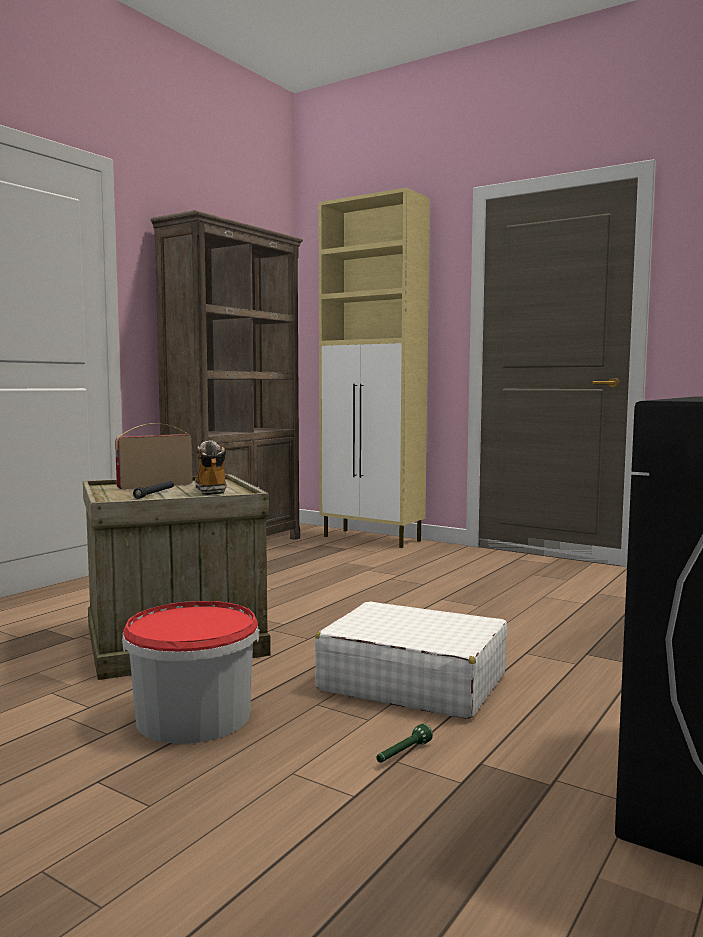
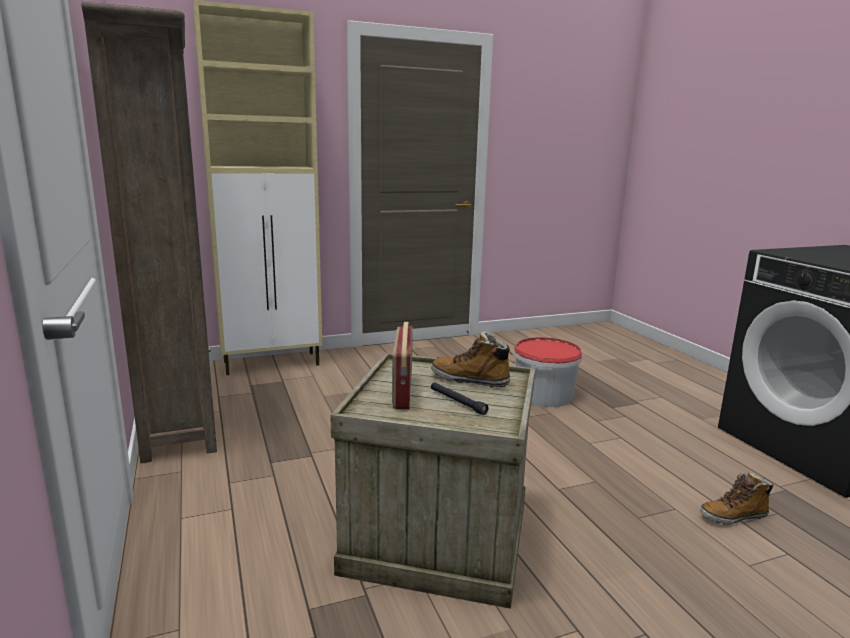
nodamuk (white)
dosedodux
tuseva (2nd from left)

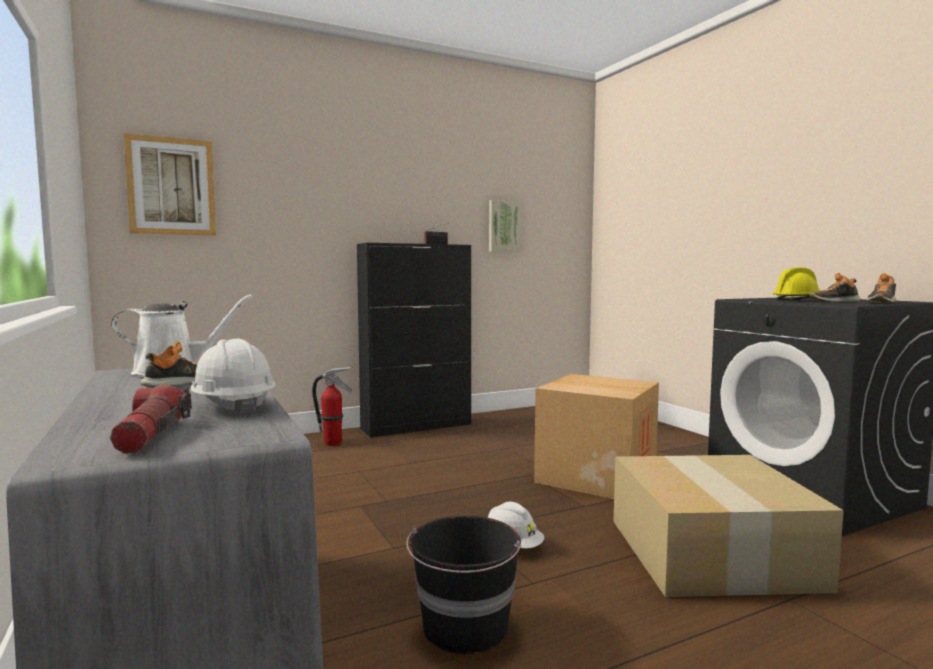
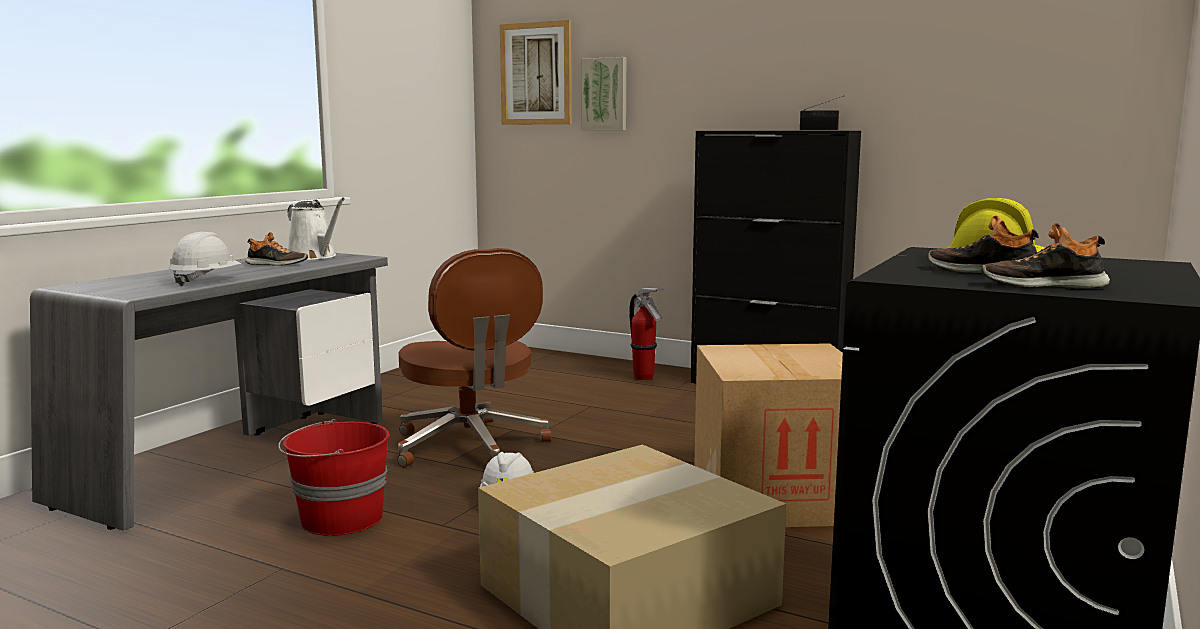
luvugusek
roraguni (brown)
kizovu (2nd from left)
dosedodux (red)

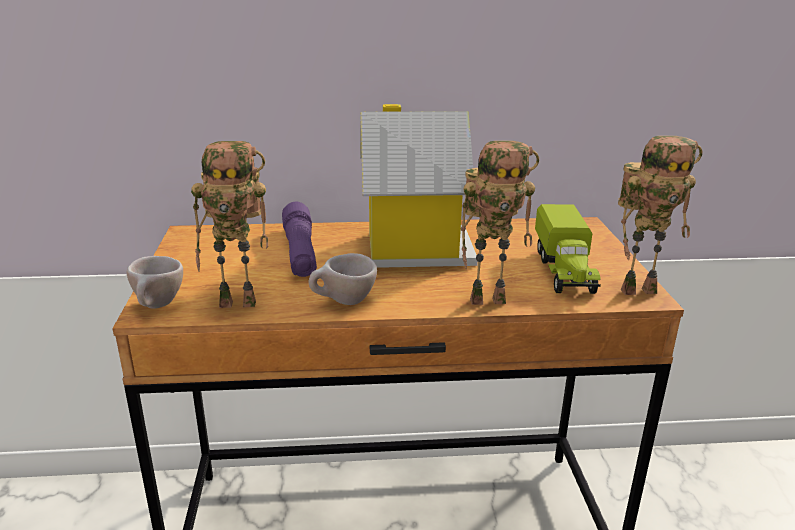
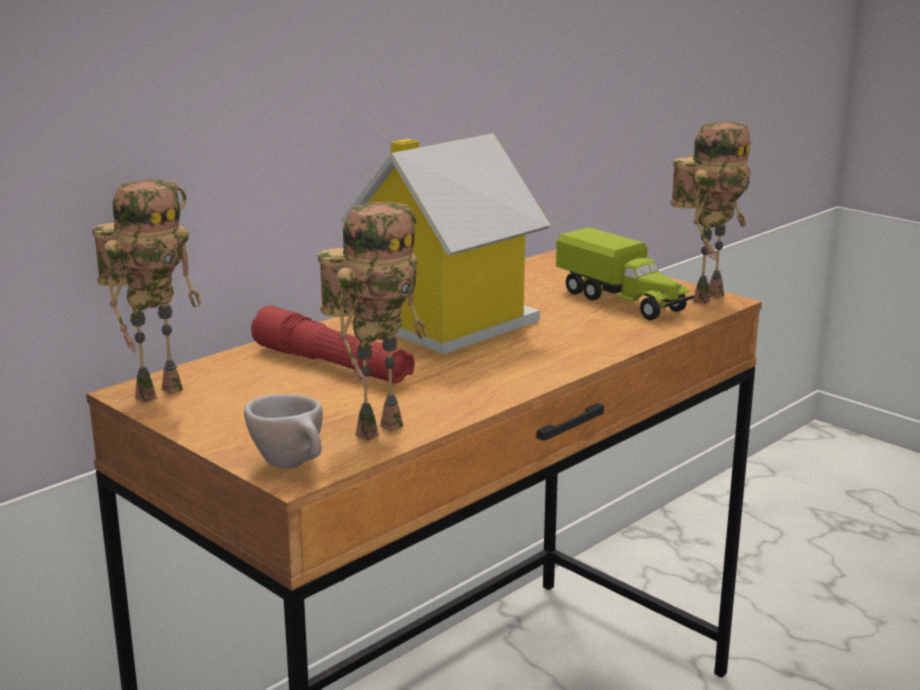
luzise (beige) (2nd from left in the first image)
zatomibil (1st from left)
luvugusek (red)

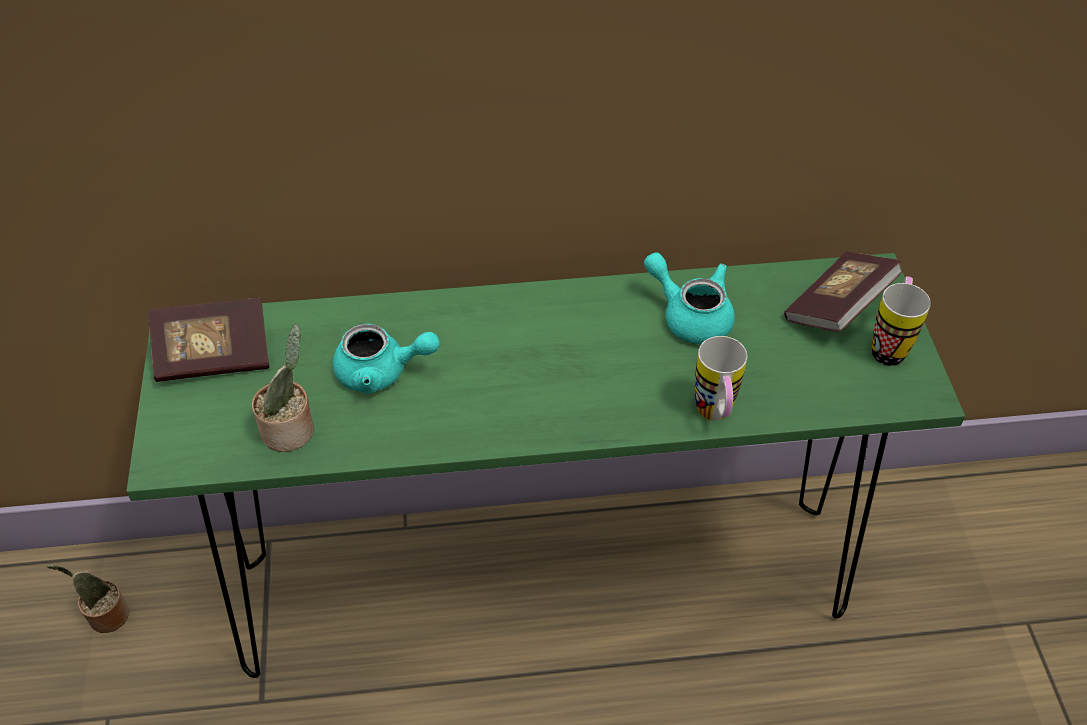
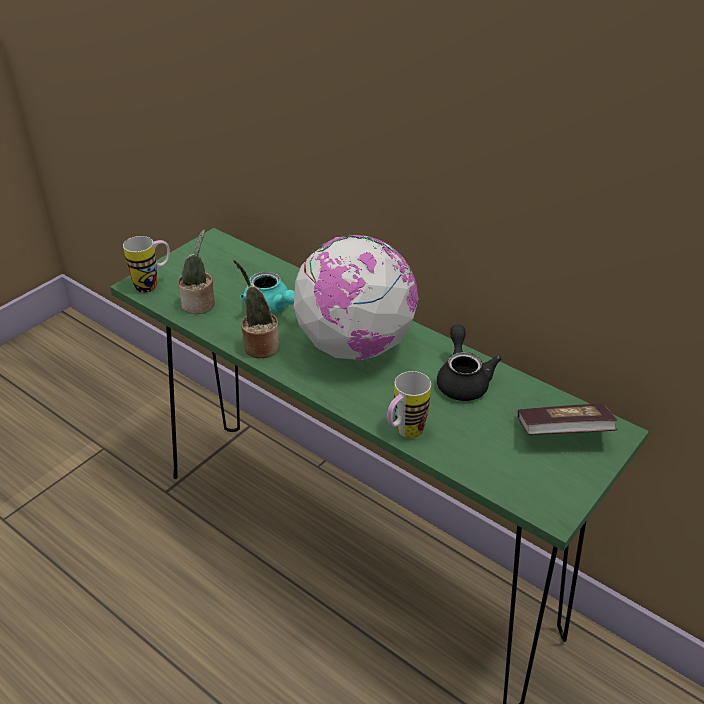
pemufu (1st from left in the first image)
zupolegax
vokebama (2nd from left)
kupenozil (1st from left)
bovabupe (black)

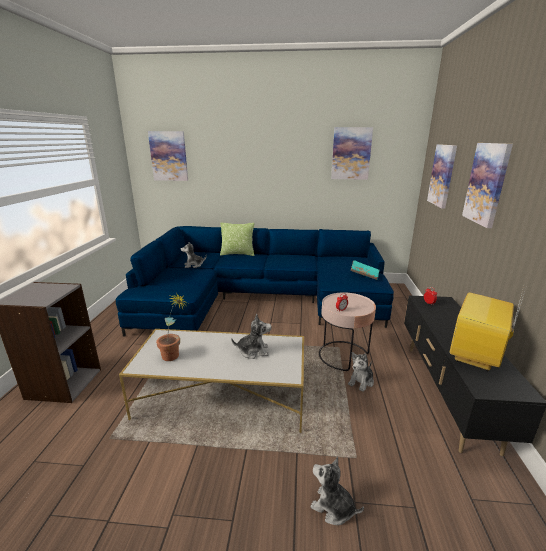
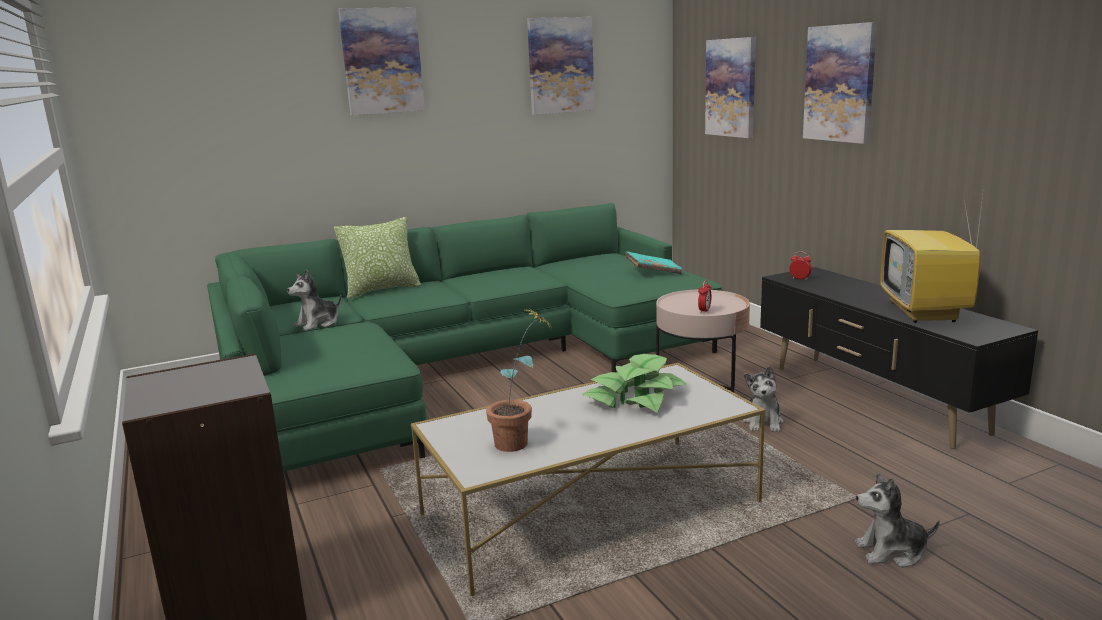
kizovu (1st from left)
vokebama (2nd from left)
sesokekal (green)

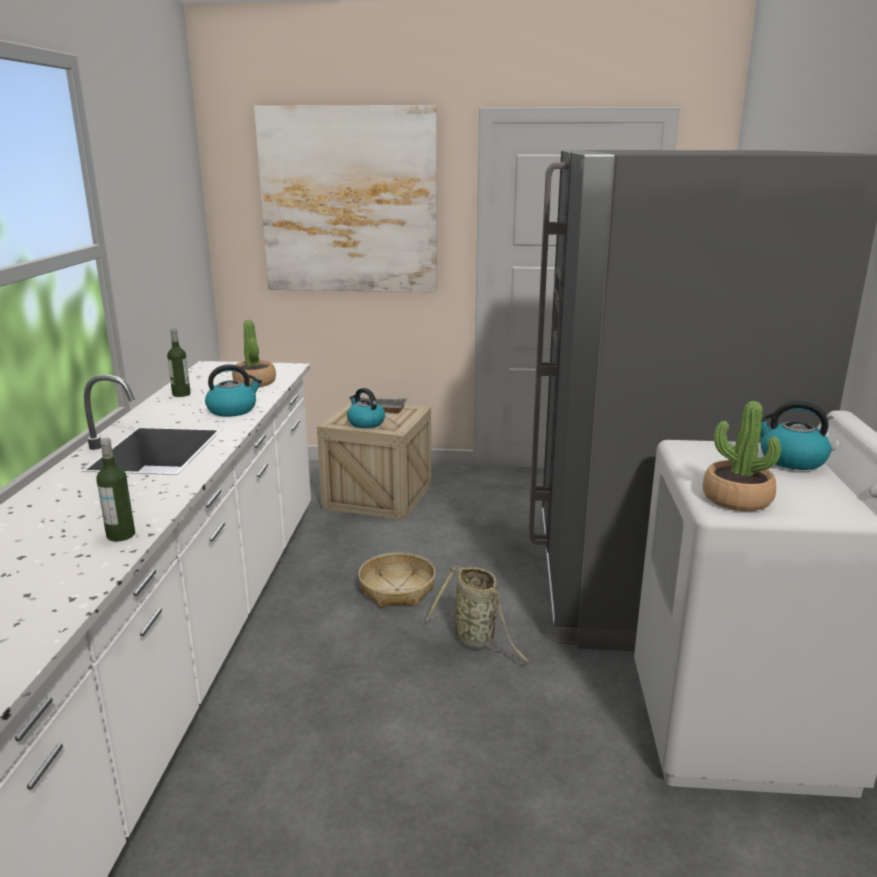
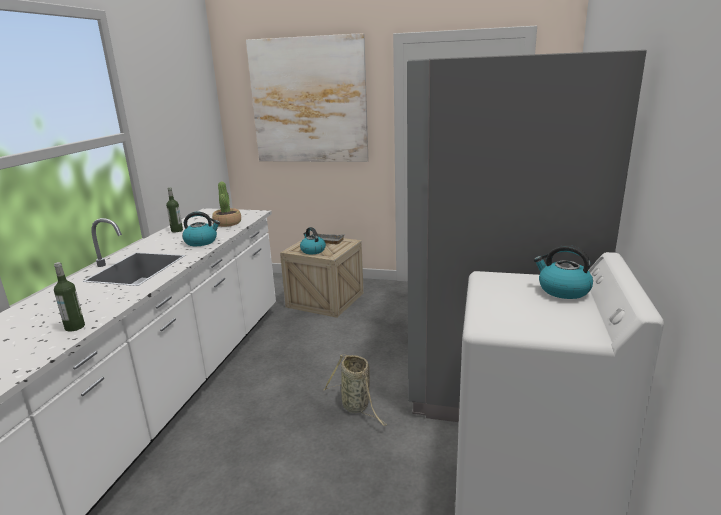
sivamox (1st from left in the first image)
vokebama (2nd from left in the first image)

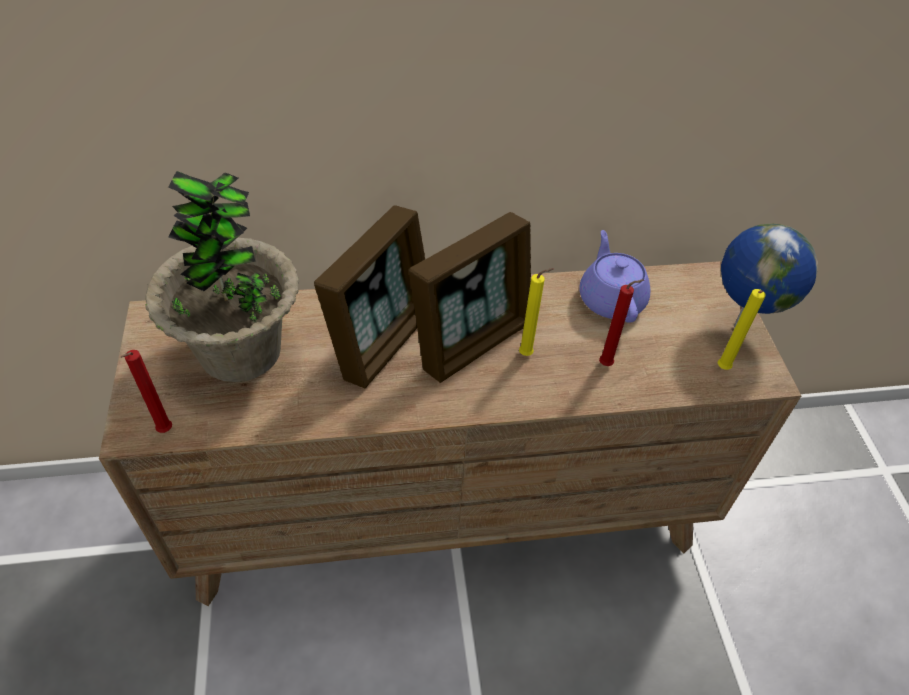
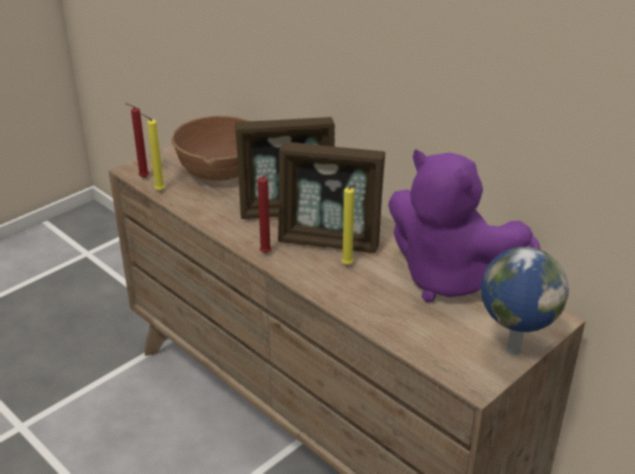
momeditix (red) (2nd from left)
momeditix (yellow) (1st from left)
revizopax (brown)
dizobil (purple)

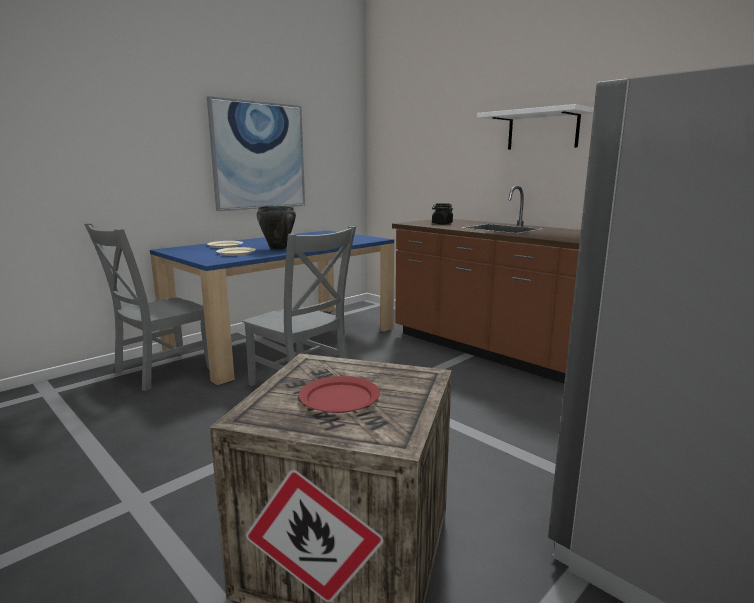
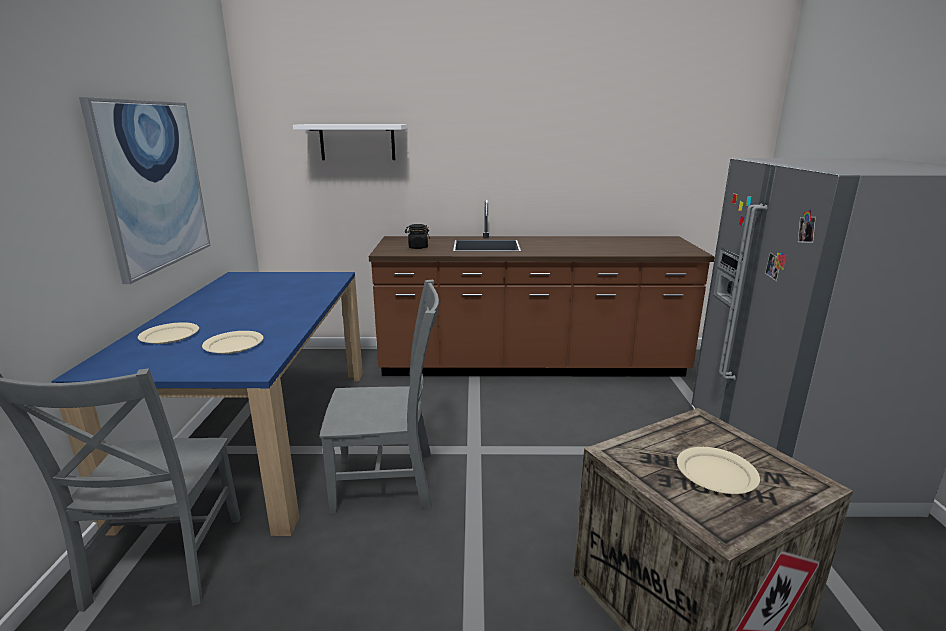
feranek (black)
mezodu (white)
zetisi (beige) (3rd from left)

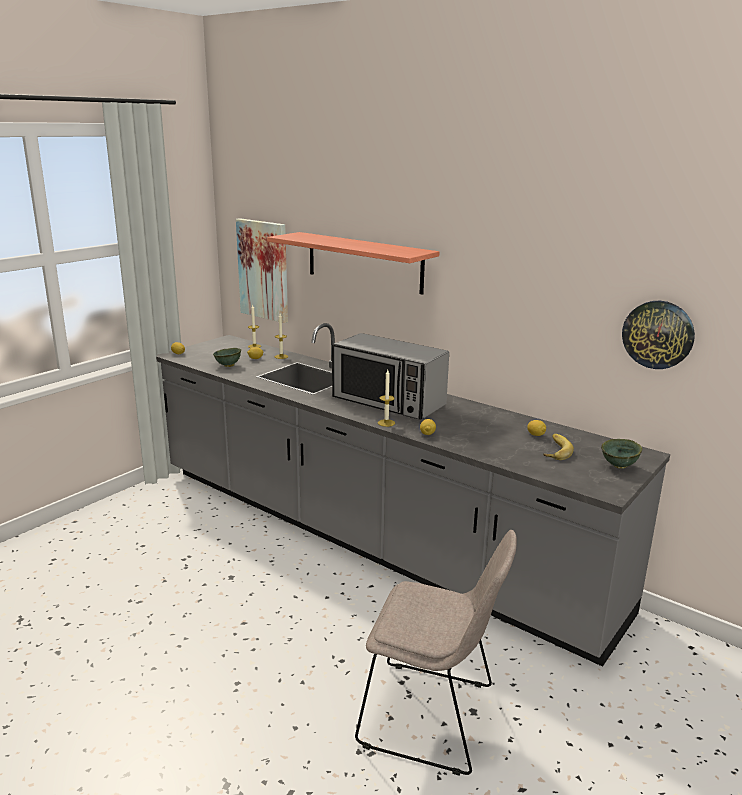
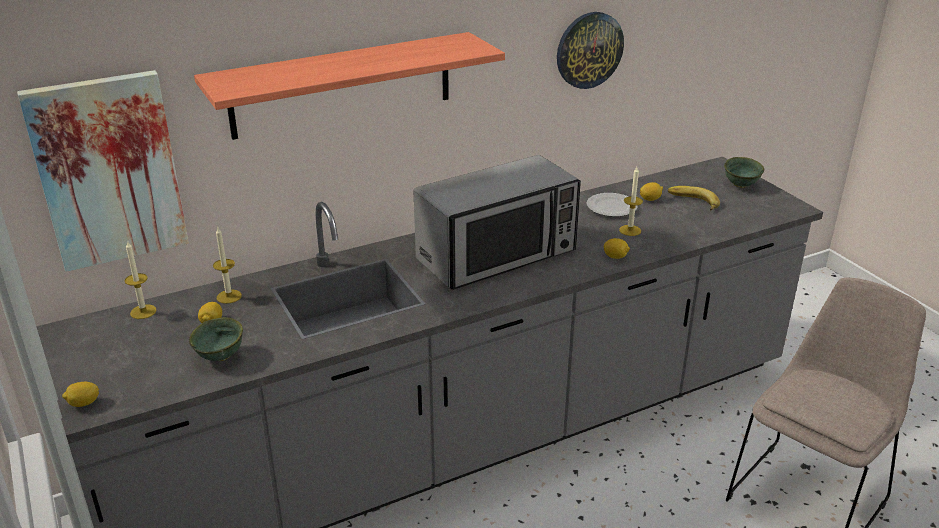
zetisi
momeditix (3rd from left)
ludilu

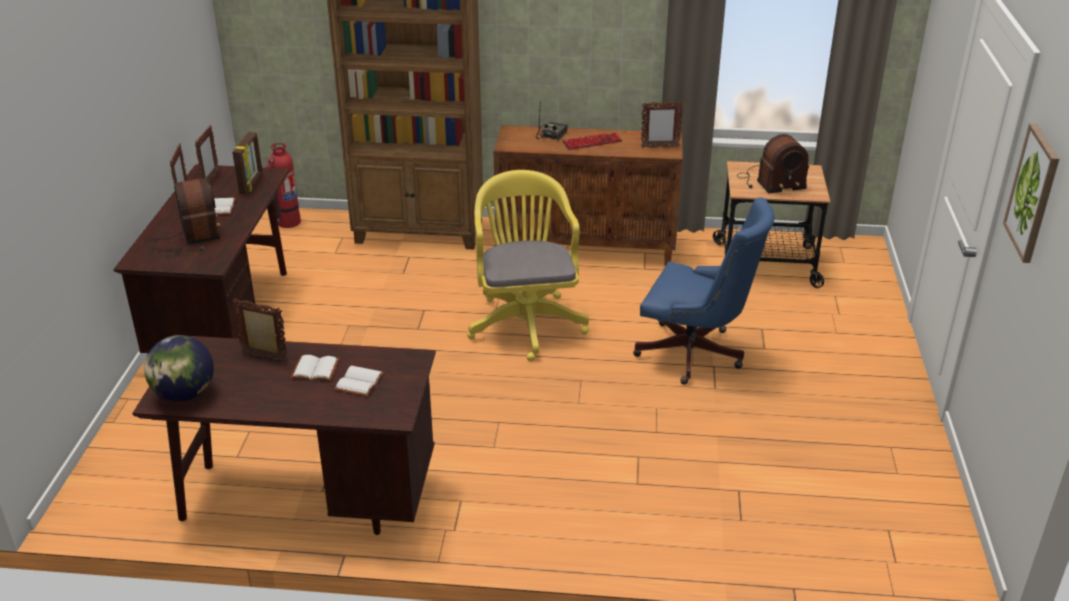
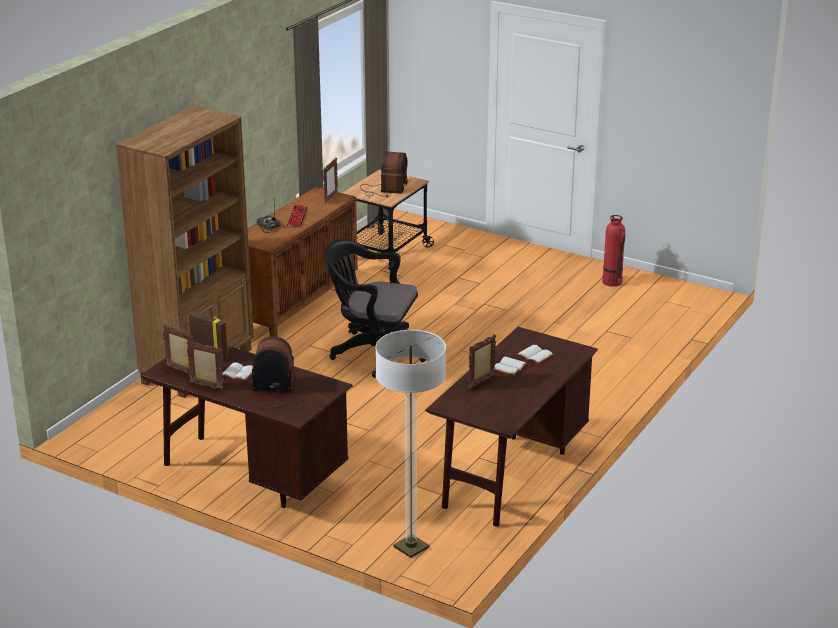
zupolegax
roraguni (blue)
kizovu
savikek
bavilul
roraguni (black)

